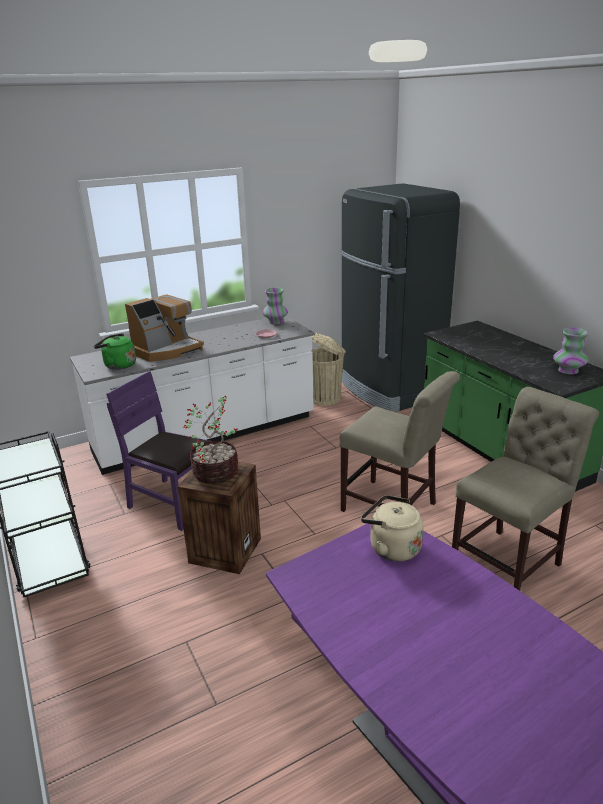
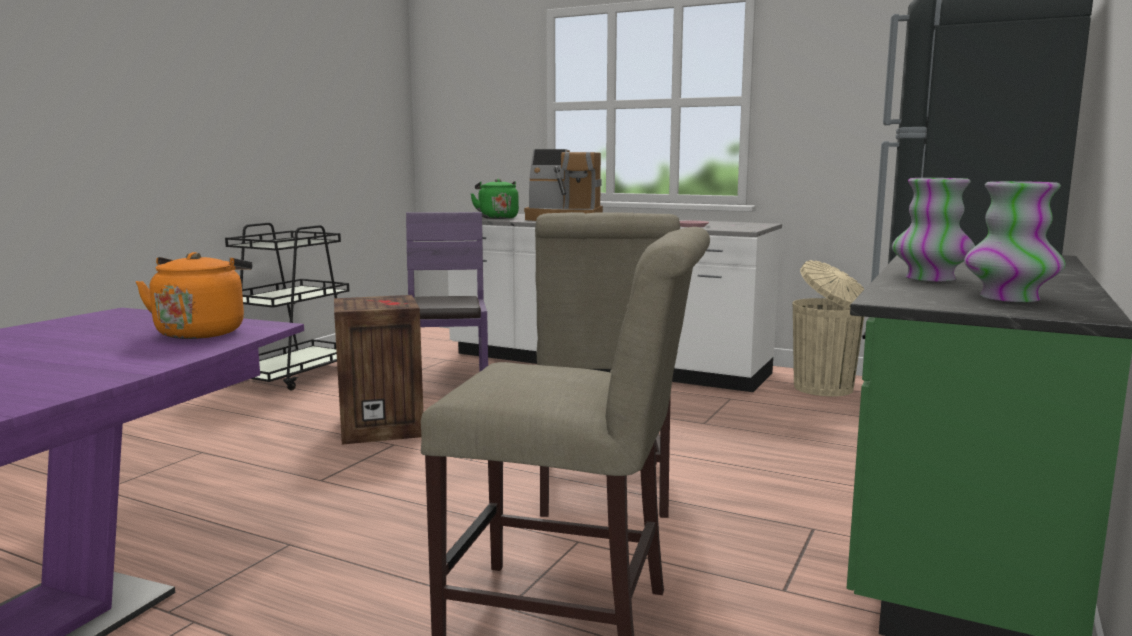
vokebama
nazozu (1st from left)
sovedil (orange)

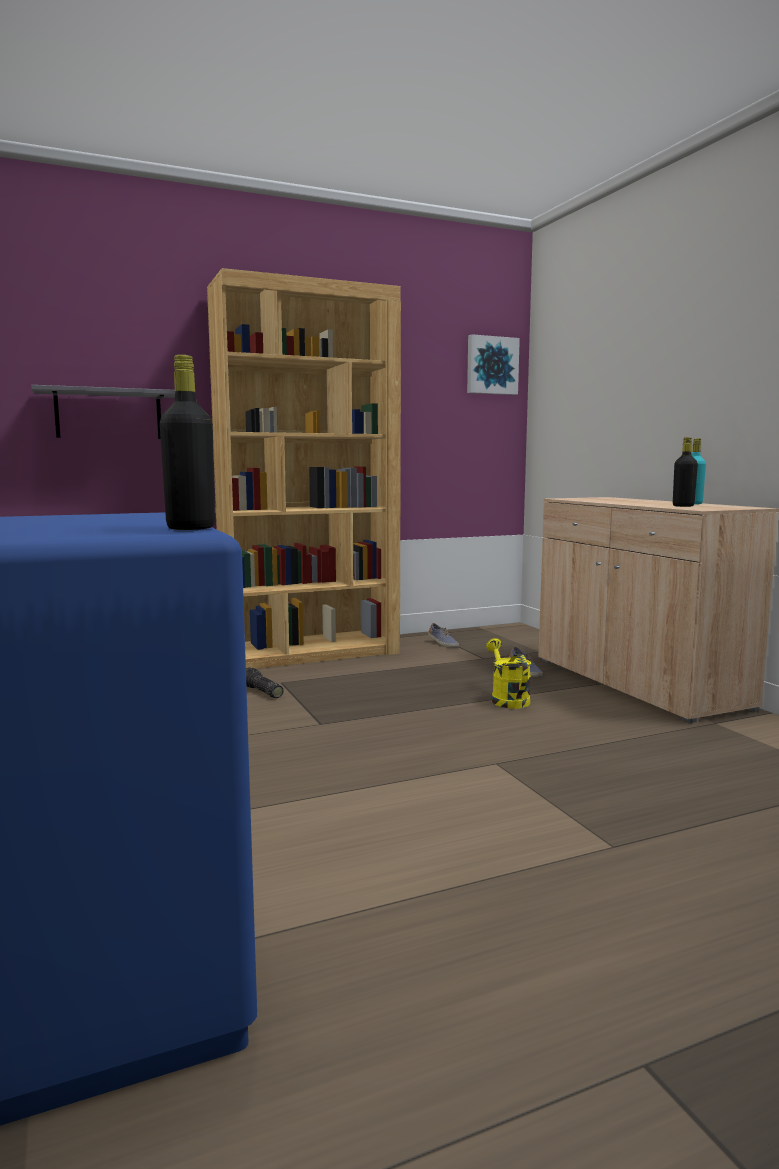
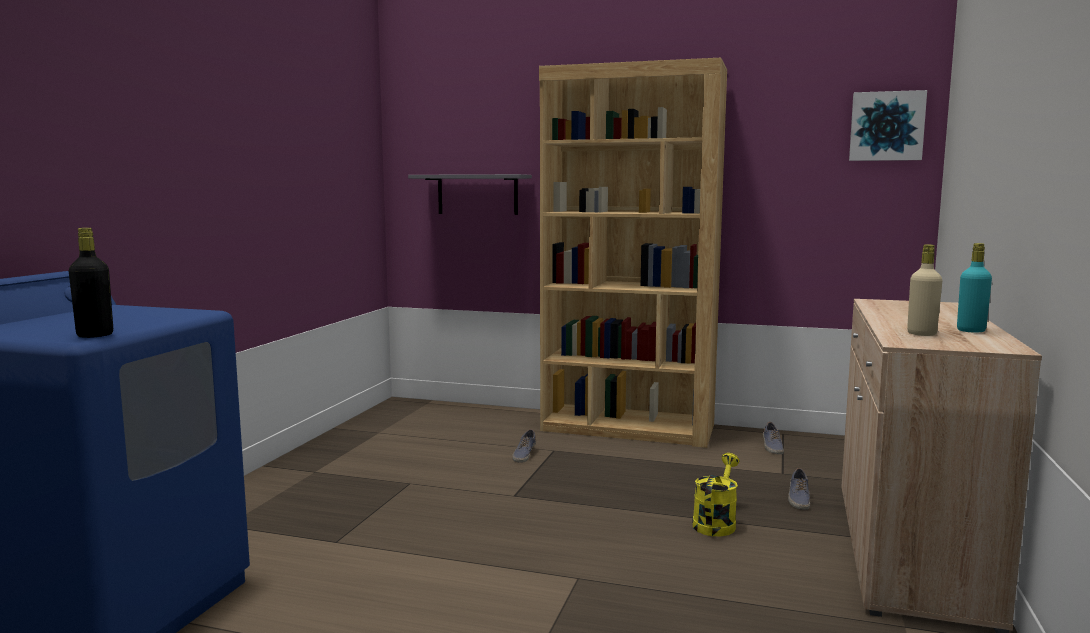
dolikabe (1st from left)
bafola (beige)

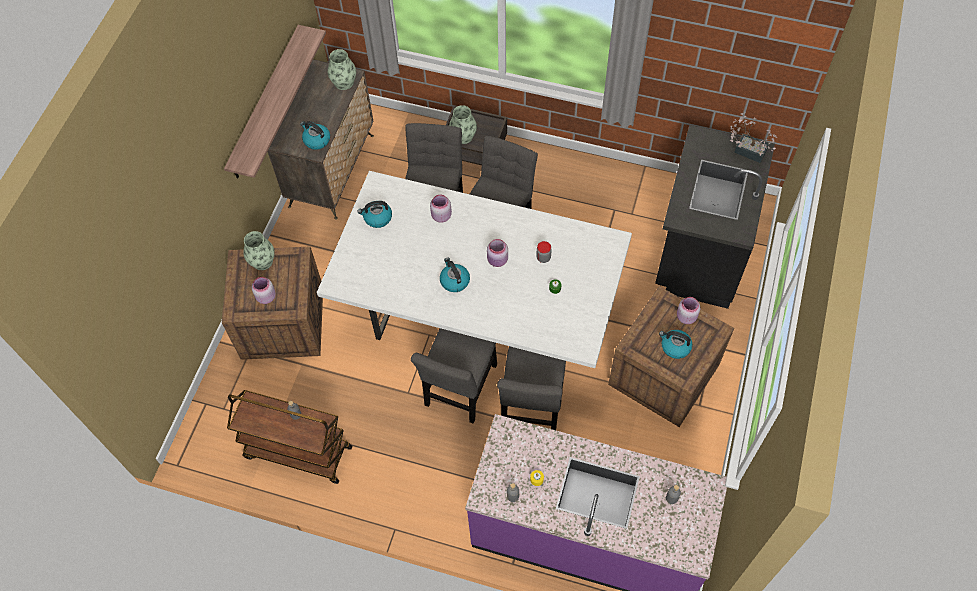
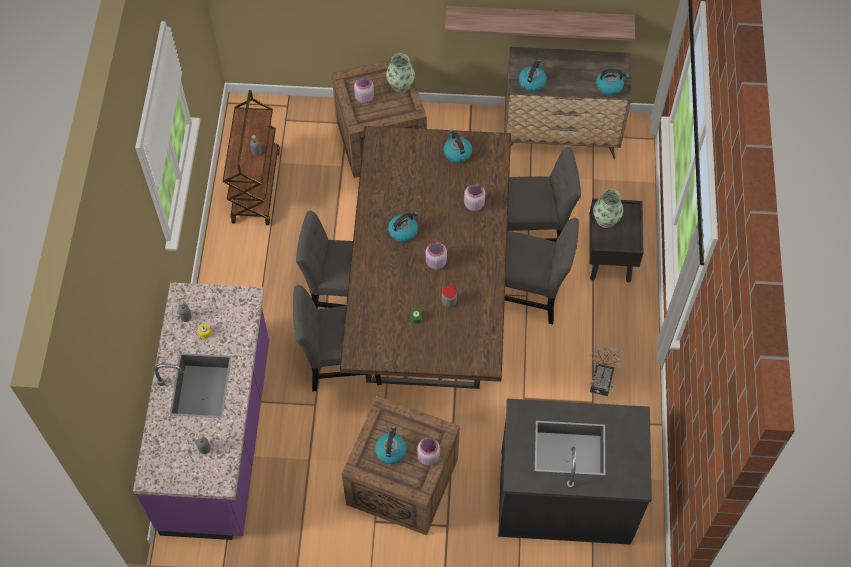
vokebama
sovedil (5th from left)
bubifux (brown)

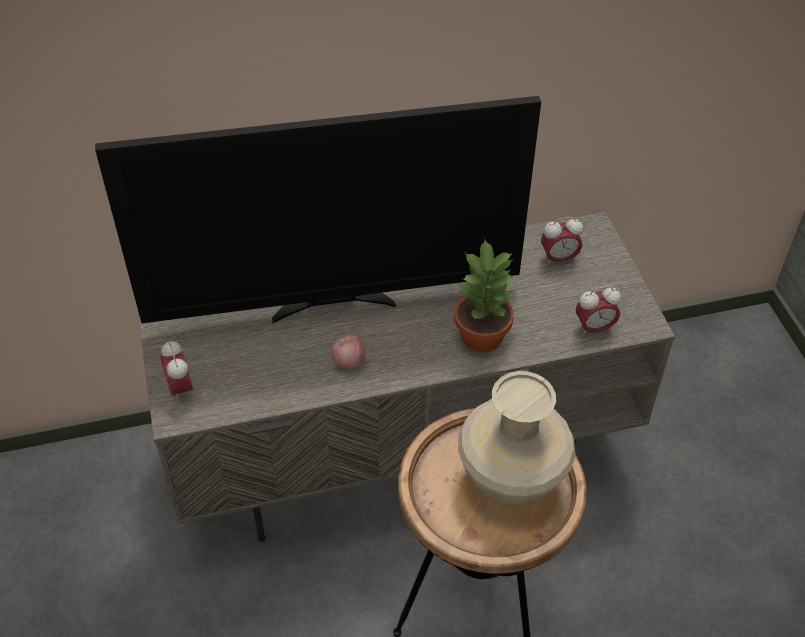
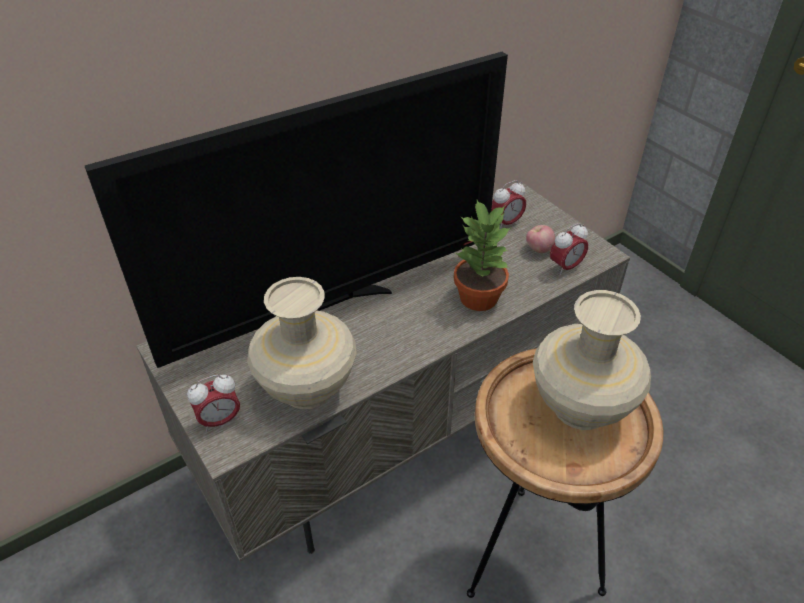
nazozu (beige) (1st from left)
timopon
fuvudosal (1st from left)

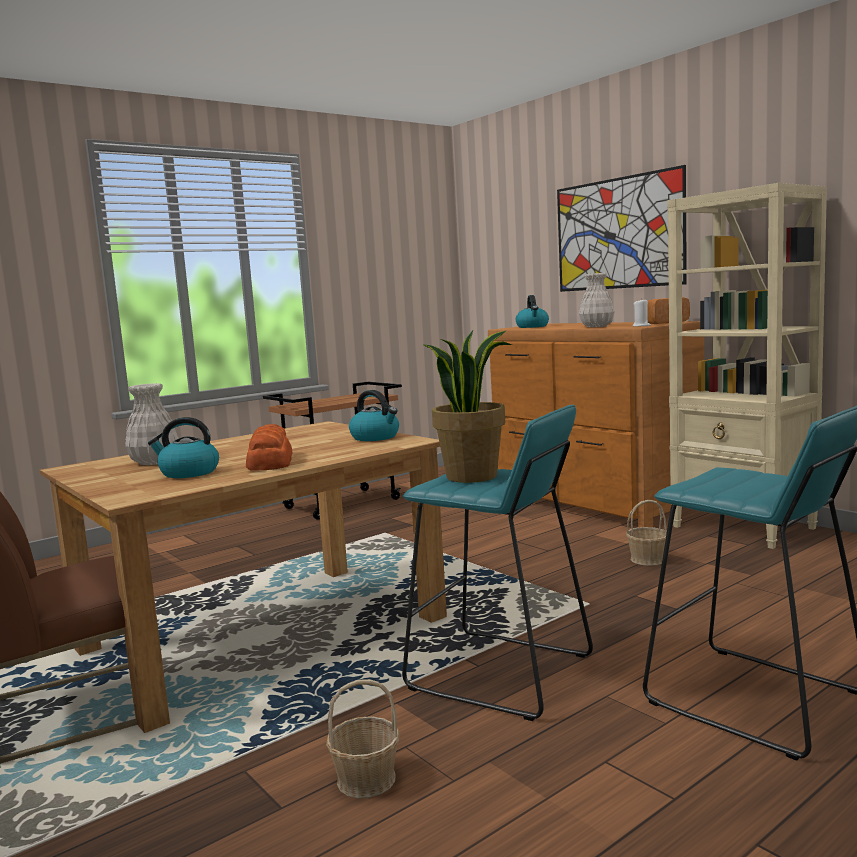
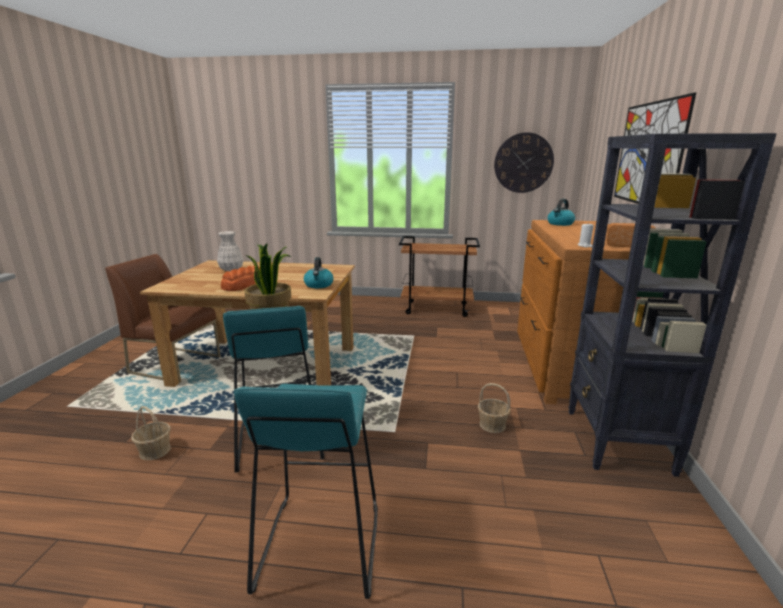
sovedil (1st from left in the first image)
nazozu (white) (2nd from left in the first image)
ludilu
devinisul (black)

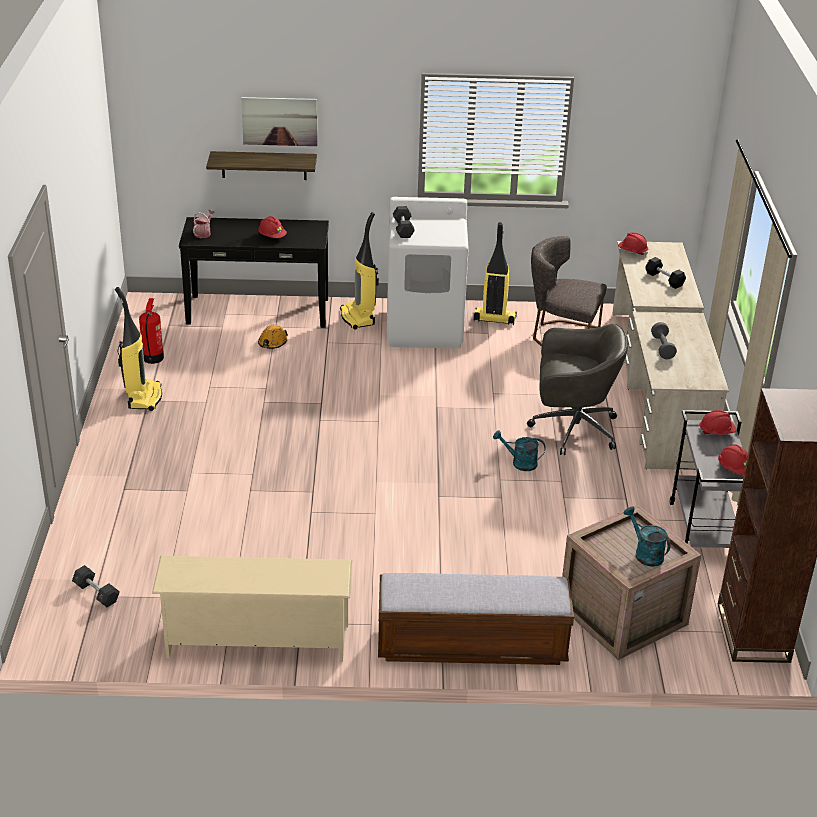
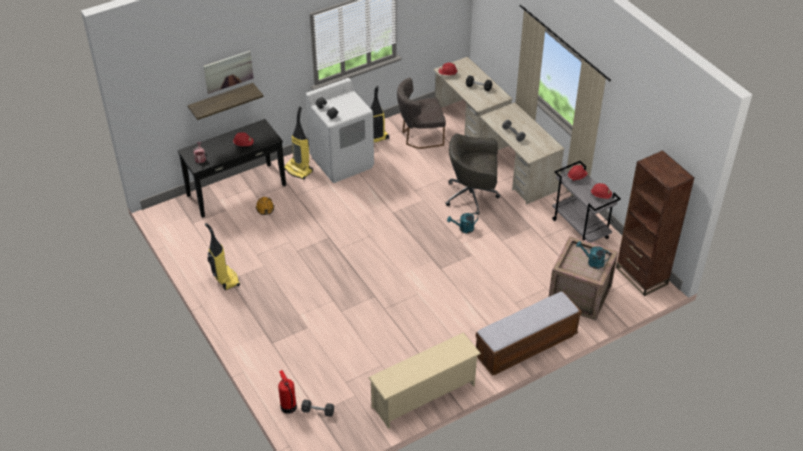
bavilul
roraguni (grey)

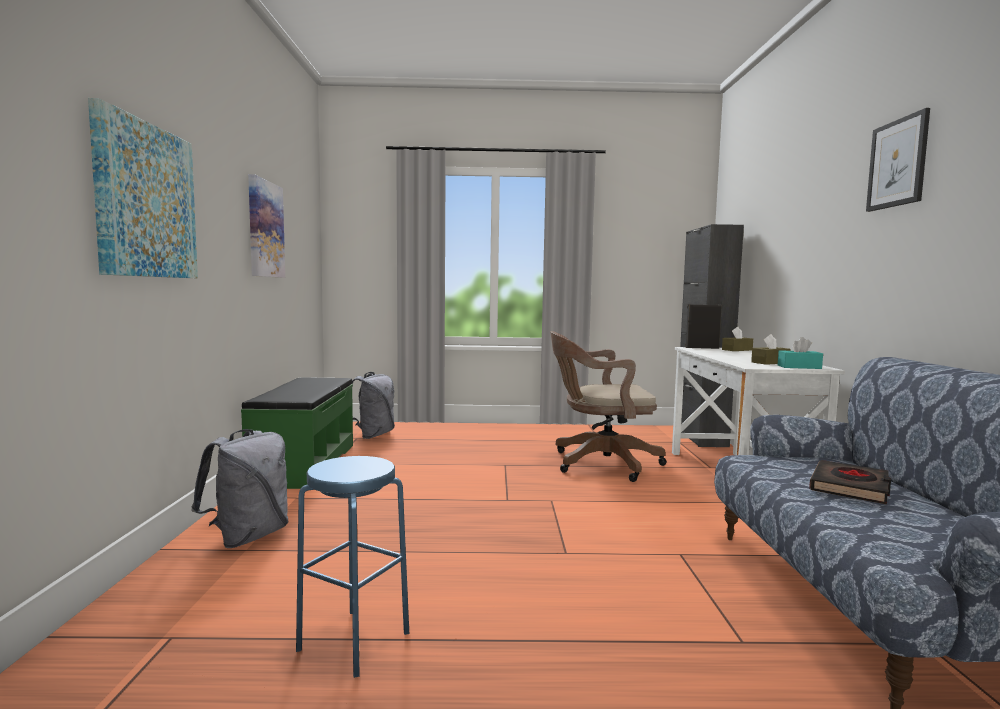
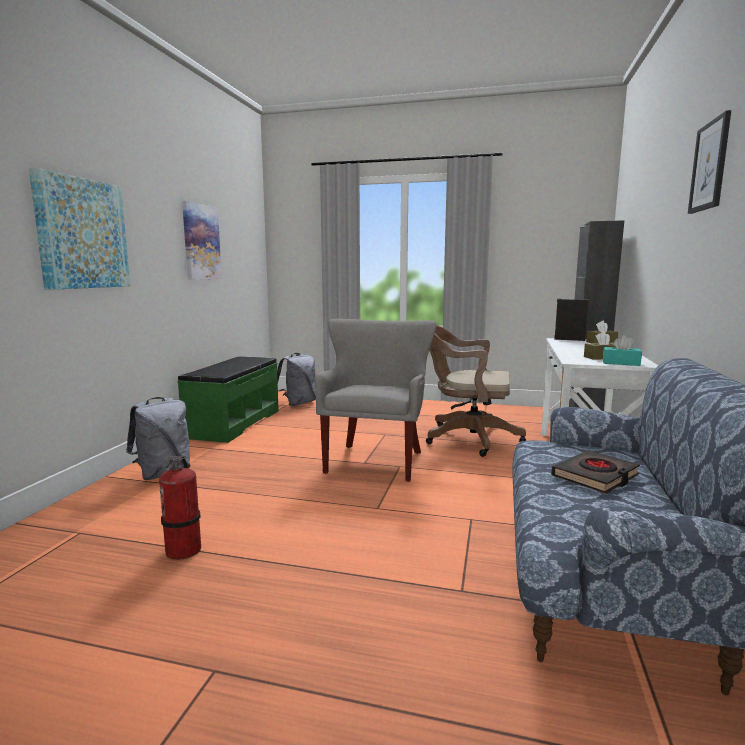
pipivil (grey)
bavilul

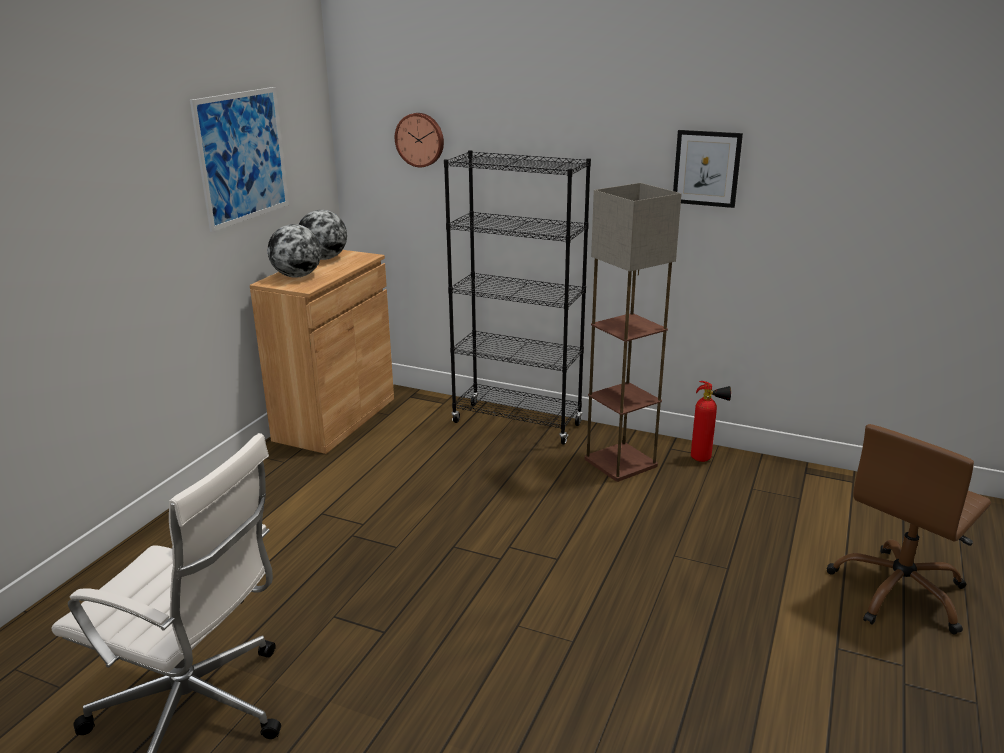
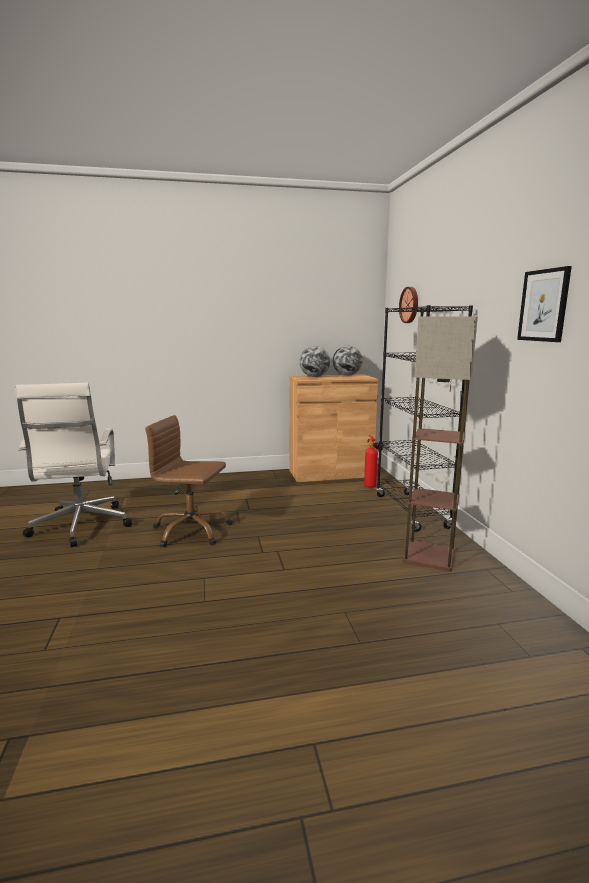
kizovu (1st from left in the first image)
bavilul
roraguni (brown)

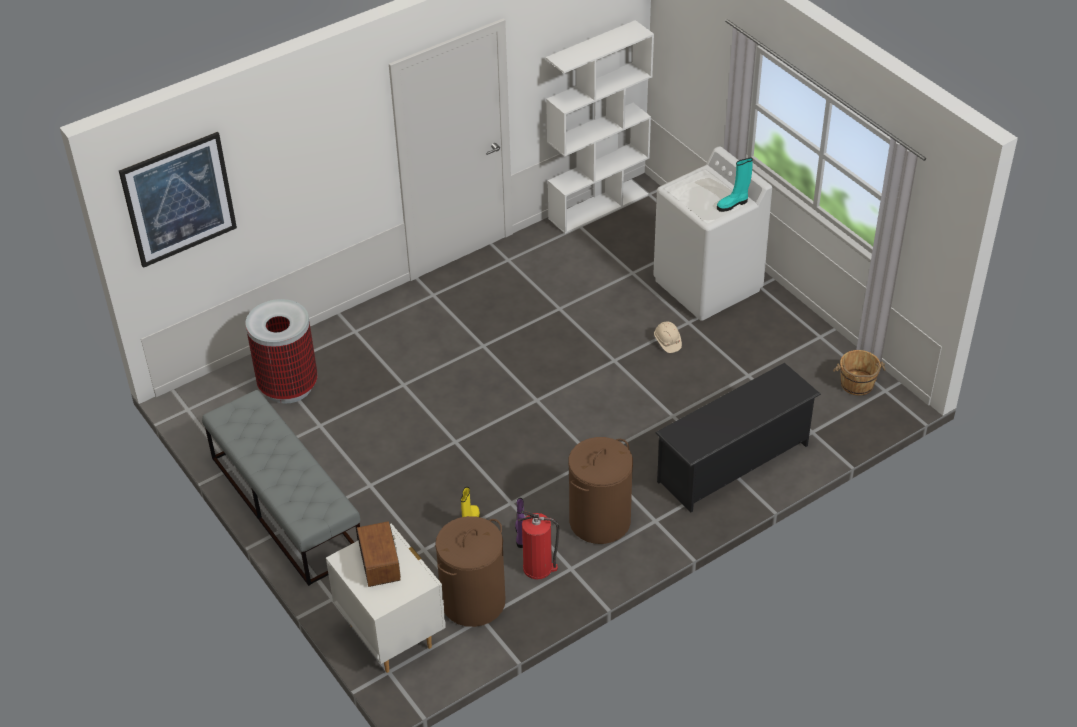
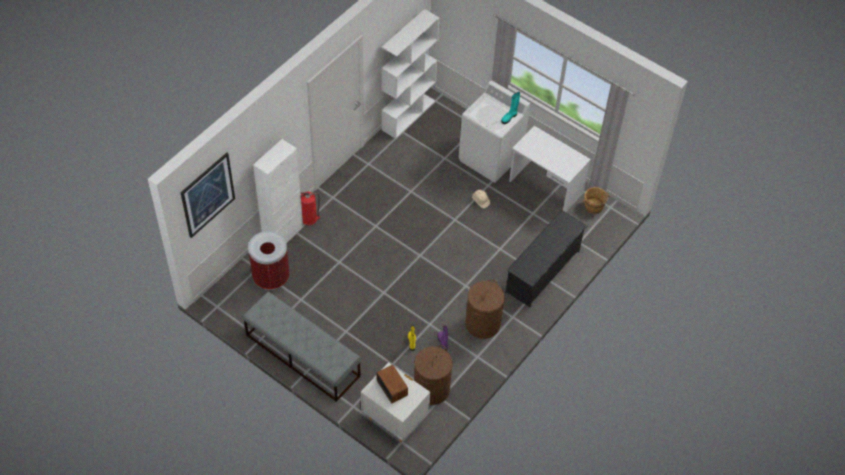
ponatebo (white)
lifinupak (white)
bavilul

